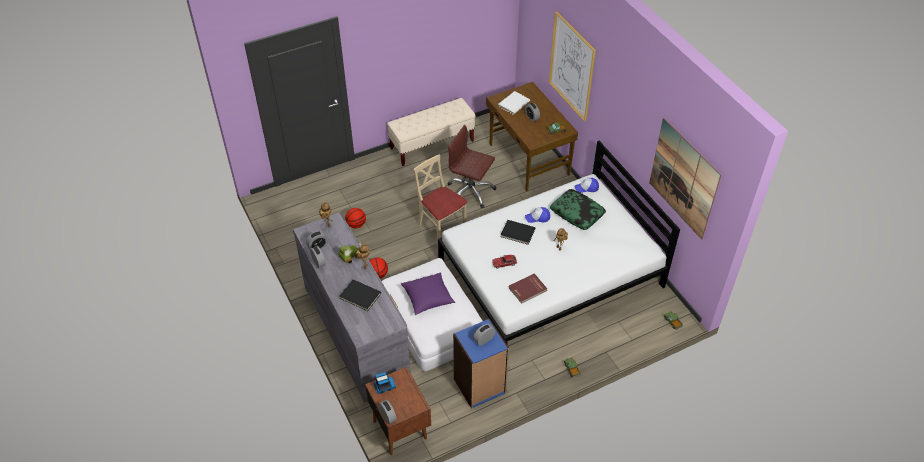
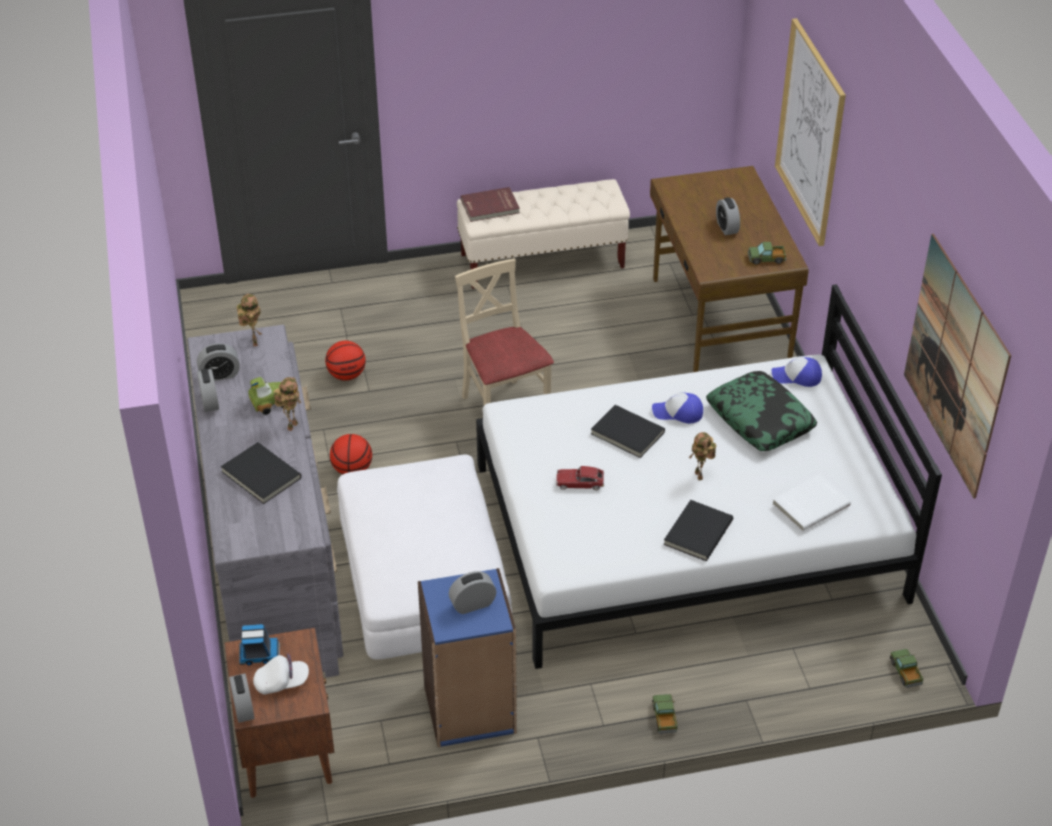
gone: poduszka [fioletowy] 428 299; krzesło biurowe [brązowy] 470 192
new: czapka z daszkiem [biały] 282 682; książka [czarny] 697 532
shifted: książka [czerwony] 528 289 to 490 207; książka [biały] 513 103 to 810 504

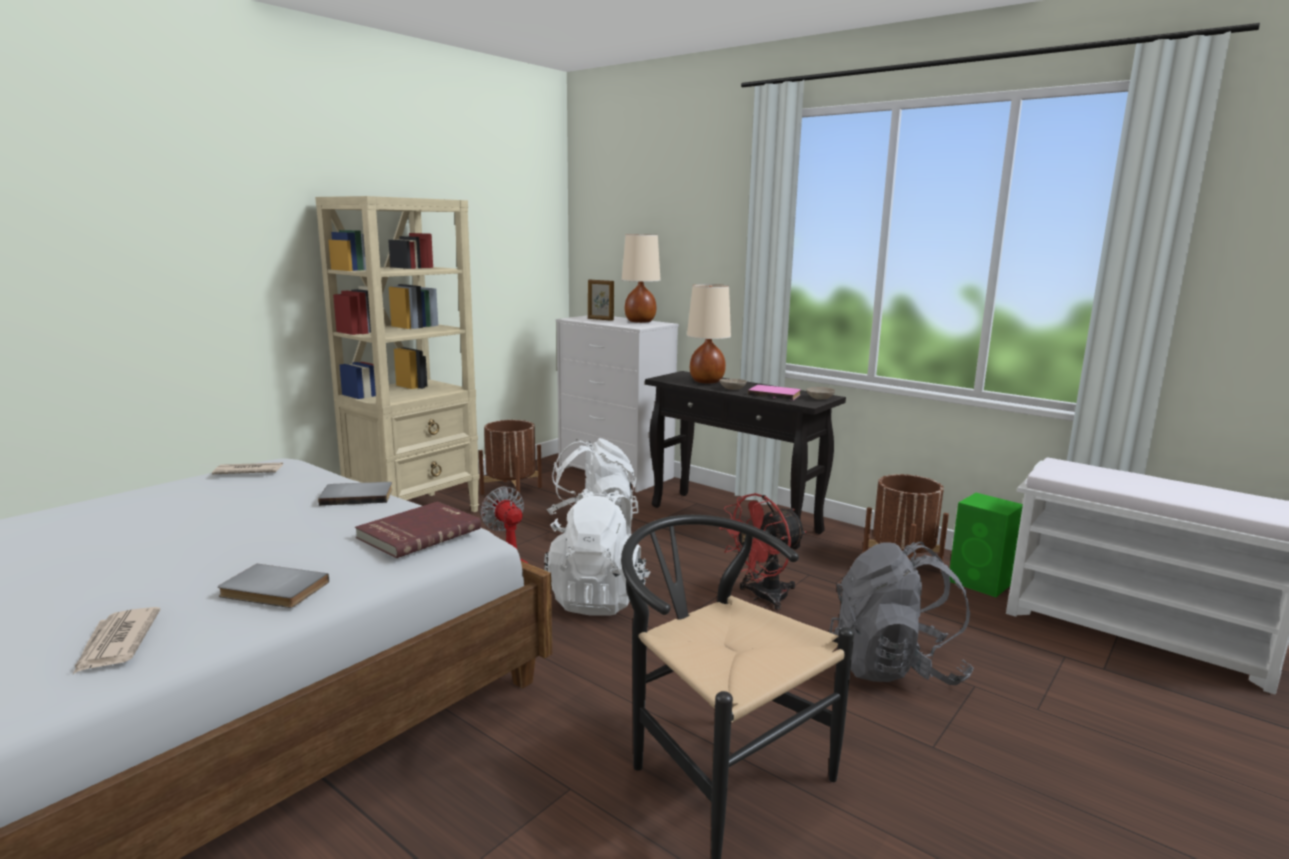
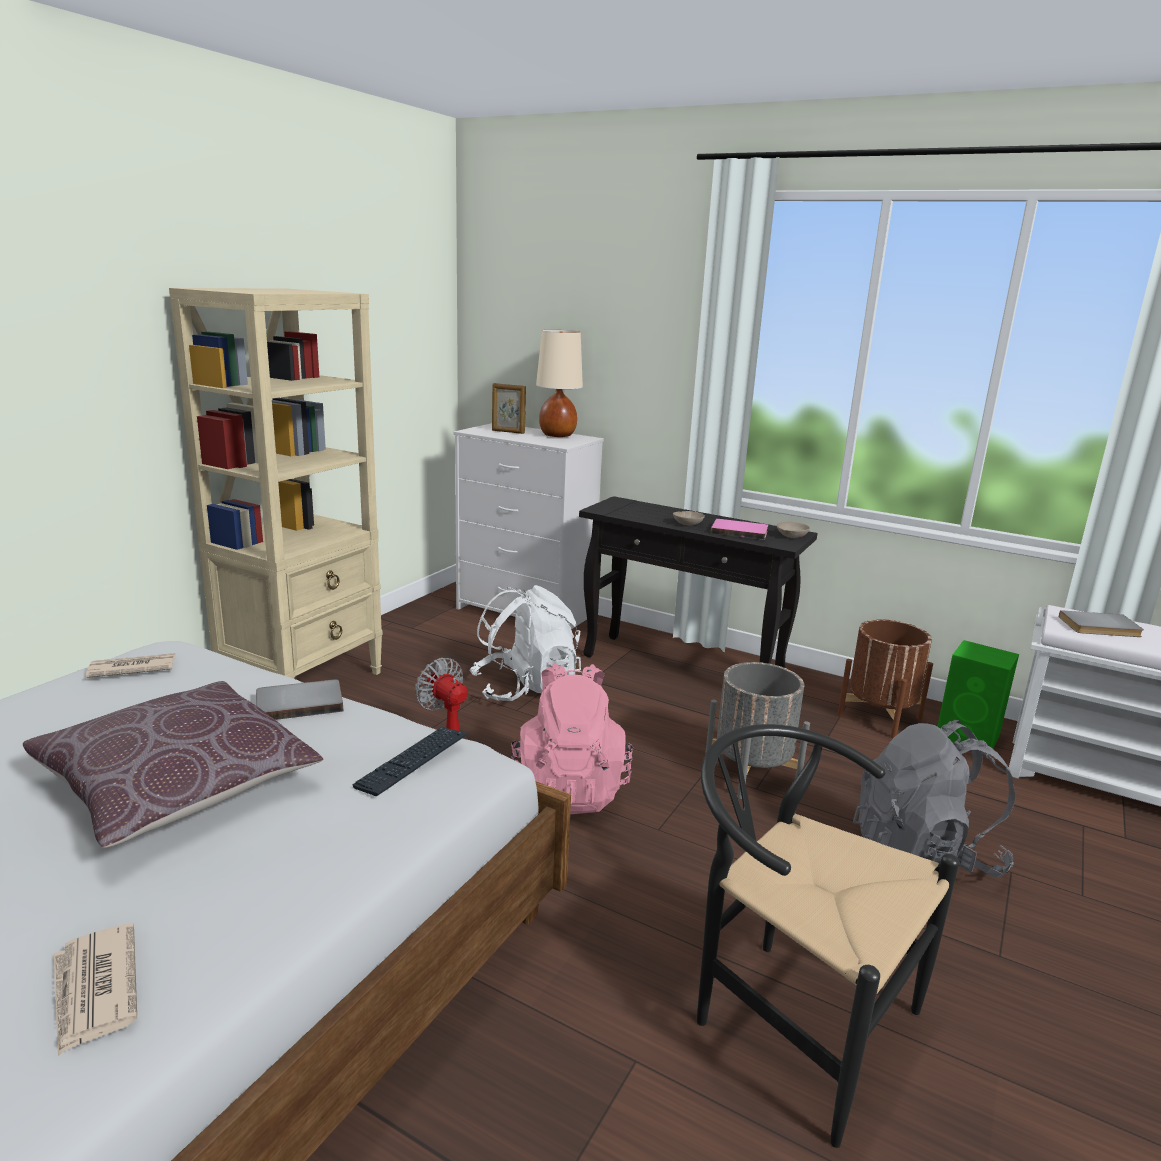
gone: donica [brązowy] 511 490; lampa stołowa [beżowy] 706 381
new: poduszka [brązowy] 177 785
shifted: książka [szary] 272 590 to 1100 627
swapped: książka [czerwony] 418 533 to klawiatura 412 761; wentylator [czerwony] 762 597 to donica [szary] 751 773
repainted: plecak [biały] 598 598 to plecak [różowy] 569 788

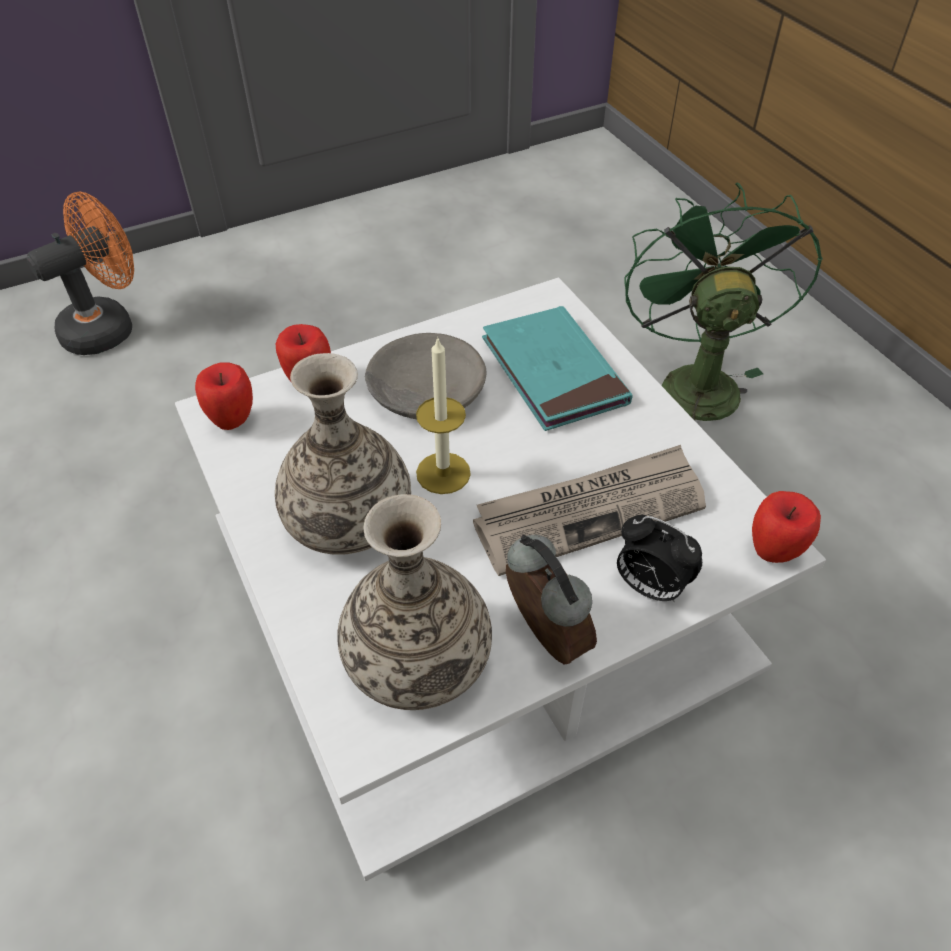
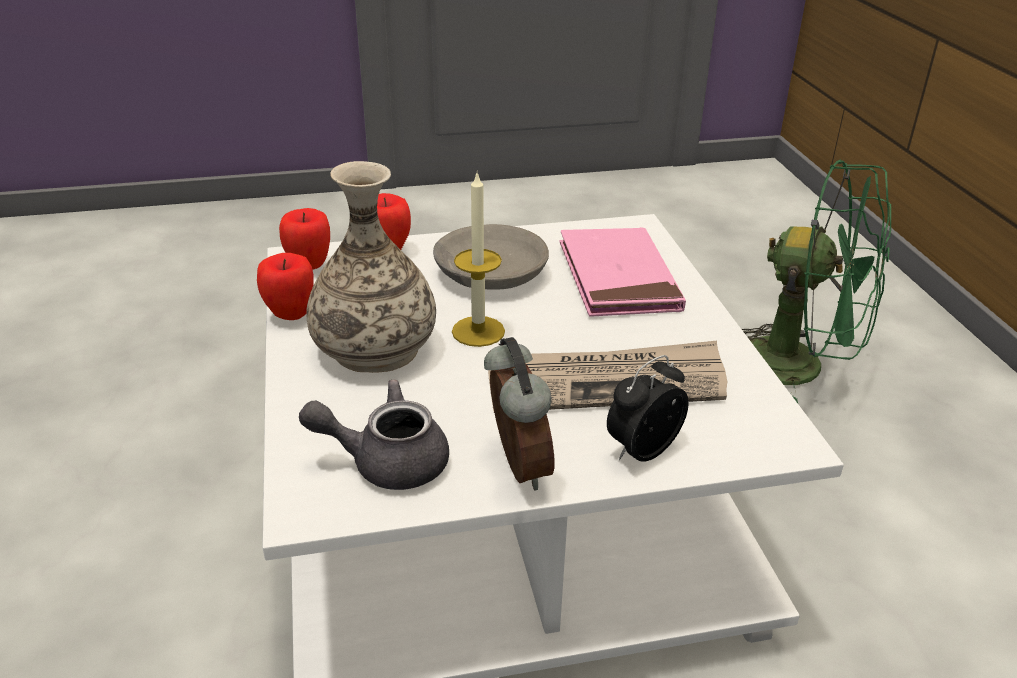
gone: wentylator [pomarańczowy] 108 327
shifted: jabłko 772 553 to 291 316
swapped: wazon 417 661 to imbryk [szary] 386 461
repainted: książka [turkusowy] 553 372 to książka [różowy] 618 278
rotated: budzik 649 586 = 642 449 90 degrees clockwise; wentylator [zielony] 692 381 = 800 367 105 degrees clockwise

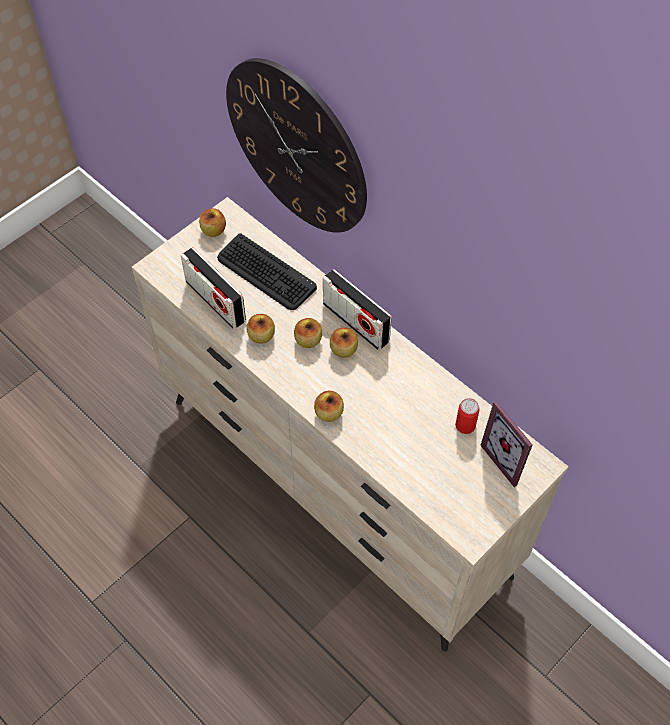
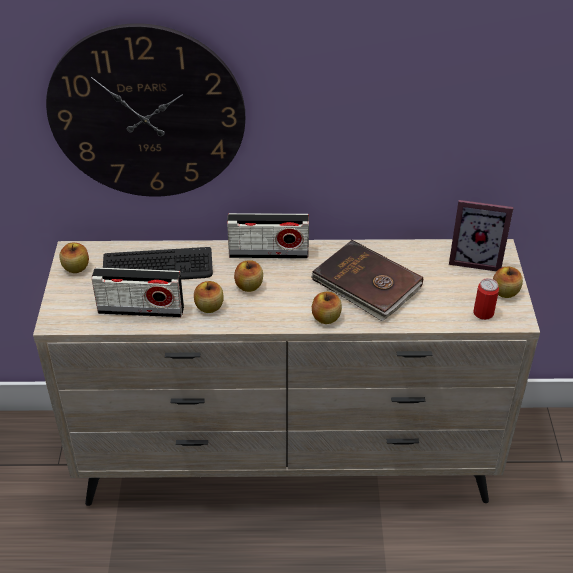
new: książka [brązowy] 366 284
shifted: puszka 465 425 to 483 313; jabłko 343 350 to 505 292

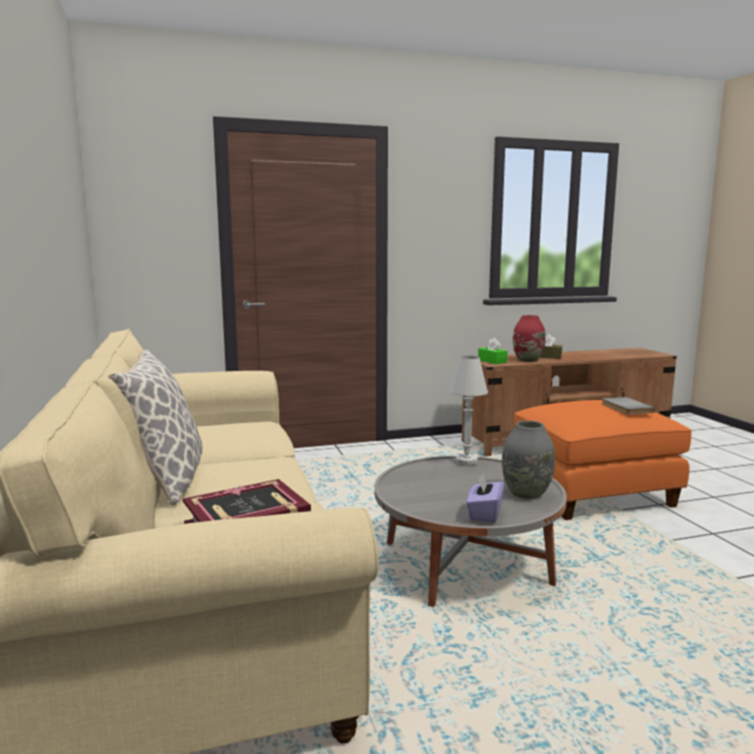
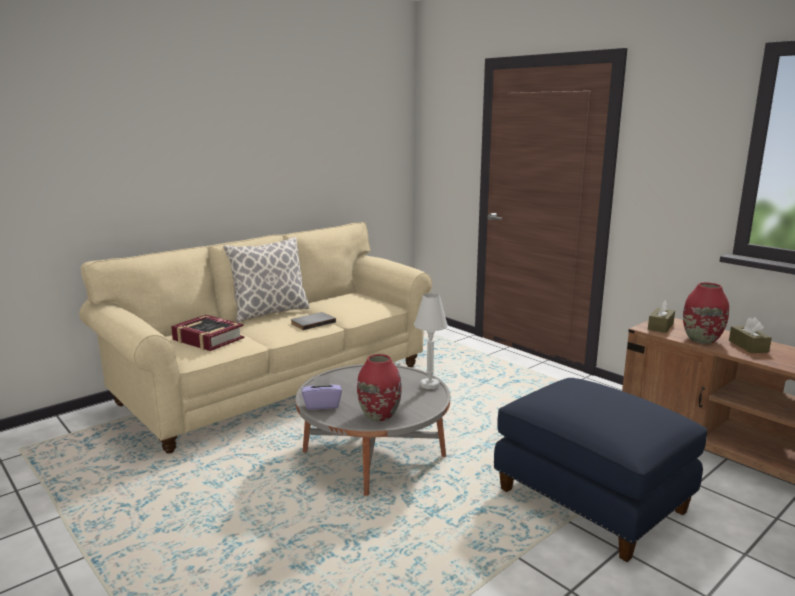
shifted: książka [szary] 625 408 to 312 322
repainted: wazon [szary] 526 493 to wazon [czerwony] 379 415; pufa [pomarańczowy] 592 494 to pufa [niebieski] 592 500; pudełko chusteczek [zielony] 492 361 to pudełko chusteczek [brązowy] 660 326

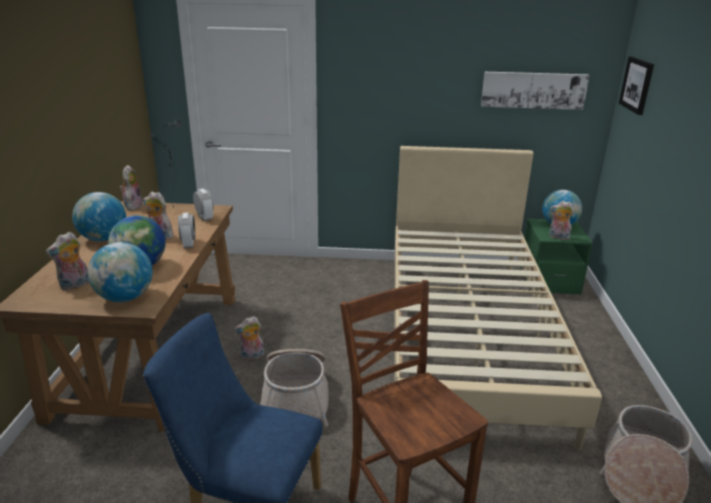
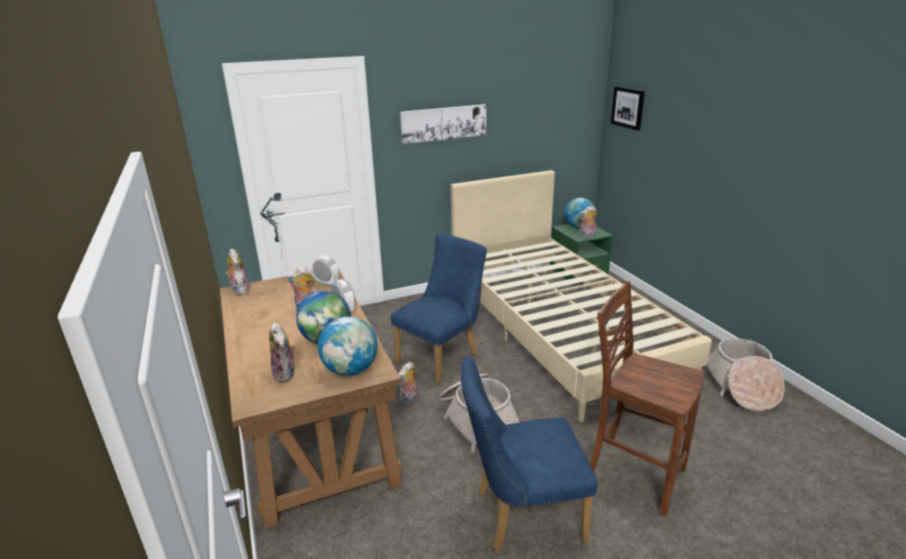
gone: globus 103 239
new: krzesło [niebieski] 442 356
shifted: obraz 533 90 to 443 123
rotated: pluszak 74 285 = 286 374 45 degrees counterclockwise

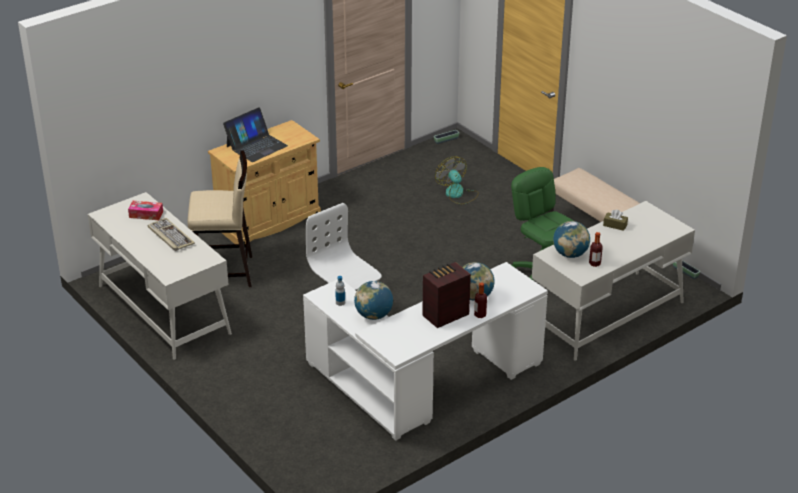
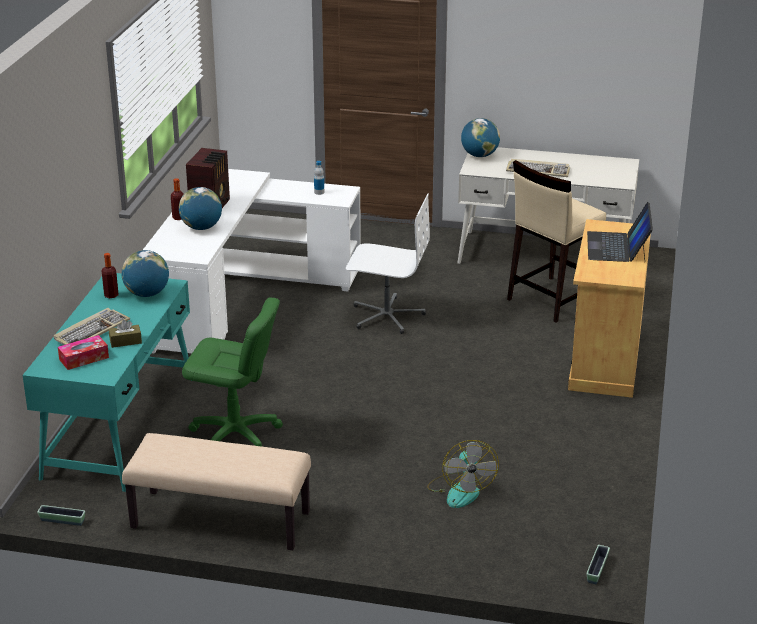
new: klawiatura 91 331
shifted: pudełko chusteczek 146 214 to 84 358; globus 374 315 to 479 155
repainted: biurko [biały] 606 314 to biurko [turkusowy] 121 426
rotated: wentylator 457 194 = 460 490 60 degrees clockwise

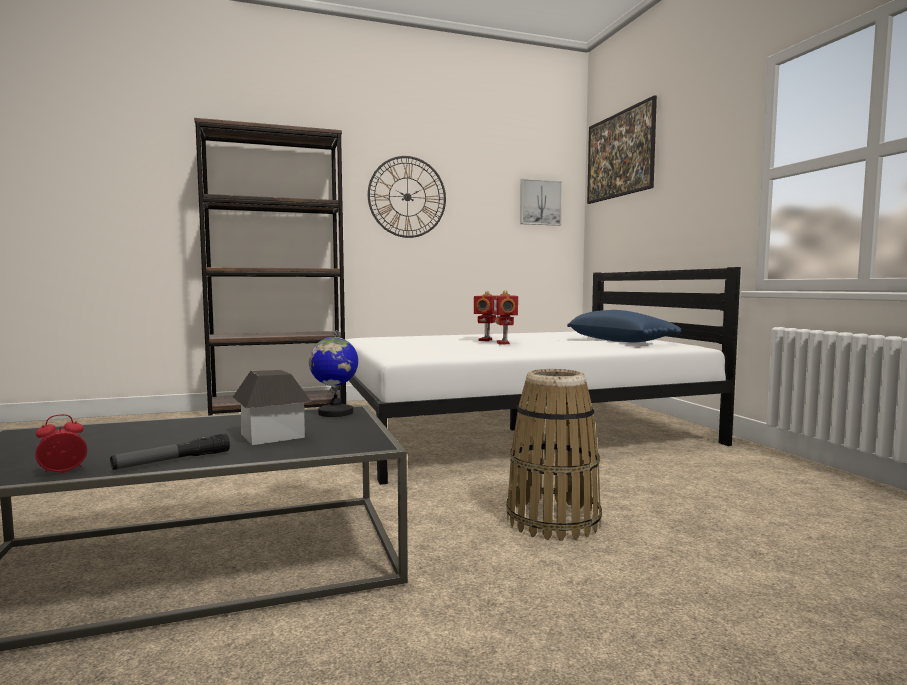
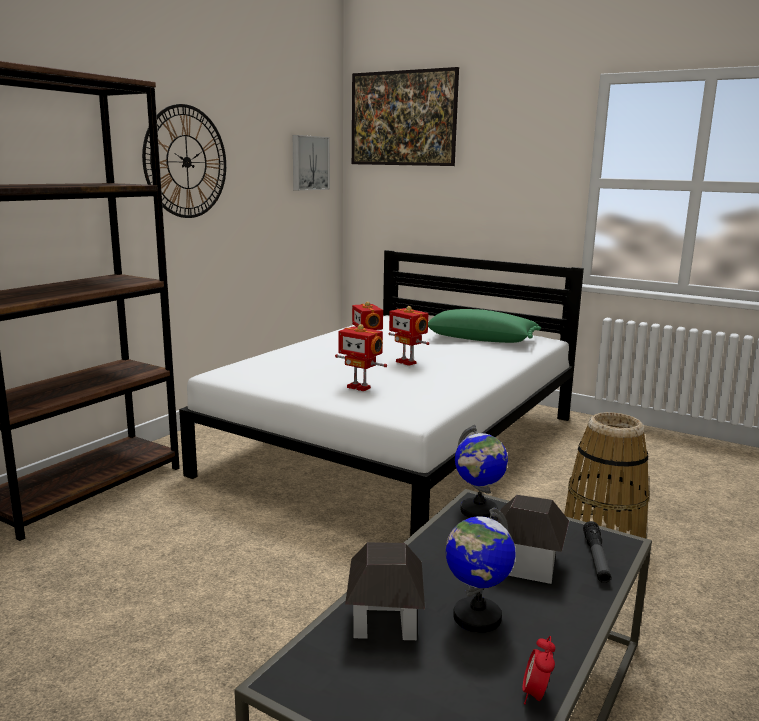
new: robot zabawkowy 359 387; domek 384 621; globus 476 617
shifted: latarka 173 461 to 596 558
repainted: poduszka [niebieski] 620 341 to poduszka [zielony] 481 339

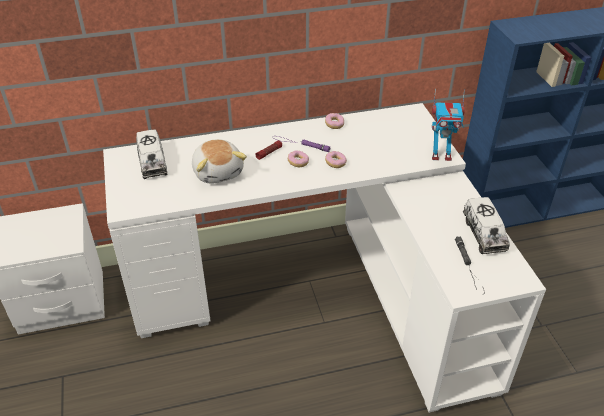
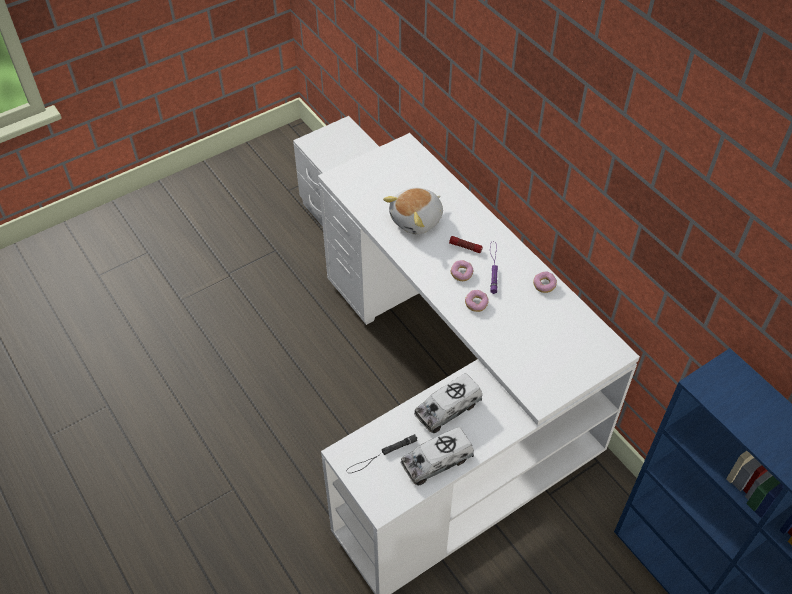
gone: robot zabawkowy 441 155
shifted: ciężarówka zabawkowa 152 162 to 448 409

